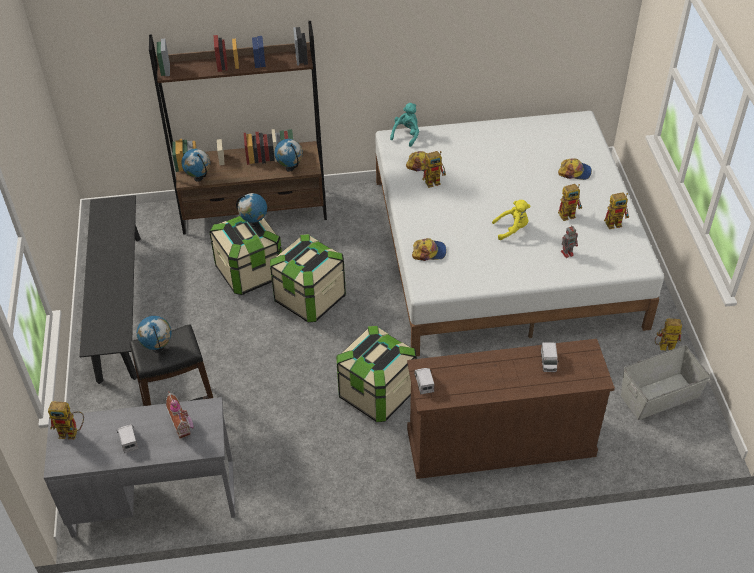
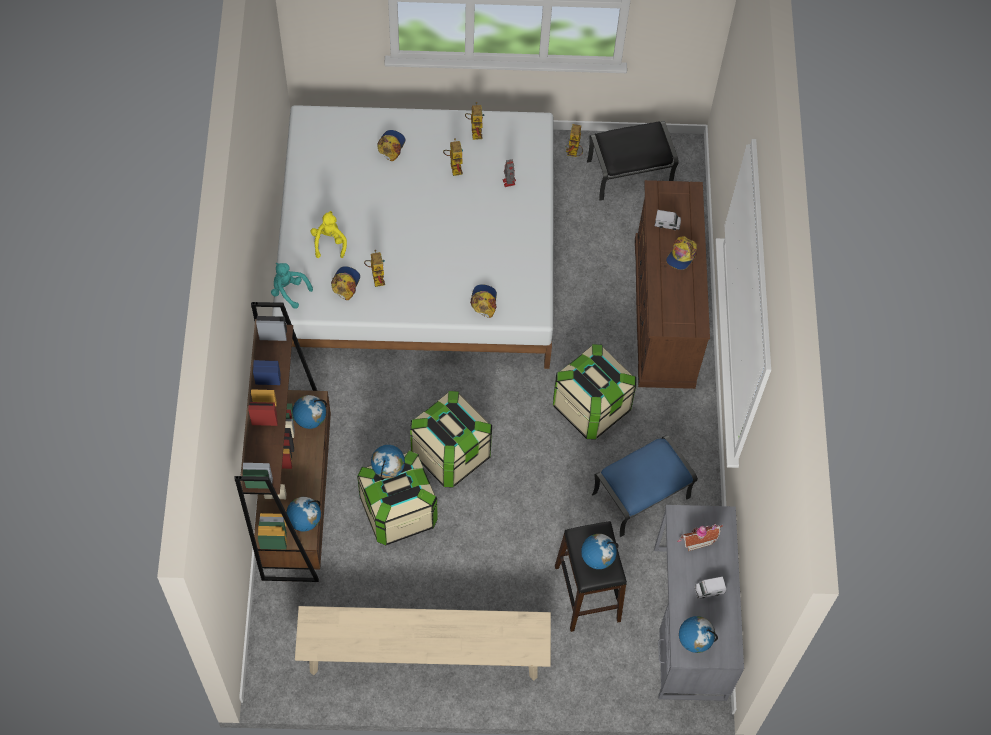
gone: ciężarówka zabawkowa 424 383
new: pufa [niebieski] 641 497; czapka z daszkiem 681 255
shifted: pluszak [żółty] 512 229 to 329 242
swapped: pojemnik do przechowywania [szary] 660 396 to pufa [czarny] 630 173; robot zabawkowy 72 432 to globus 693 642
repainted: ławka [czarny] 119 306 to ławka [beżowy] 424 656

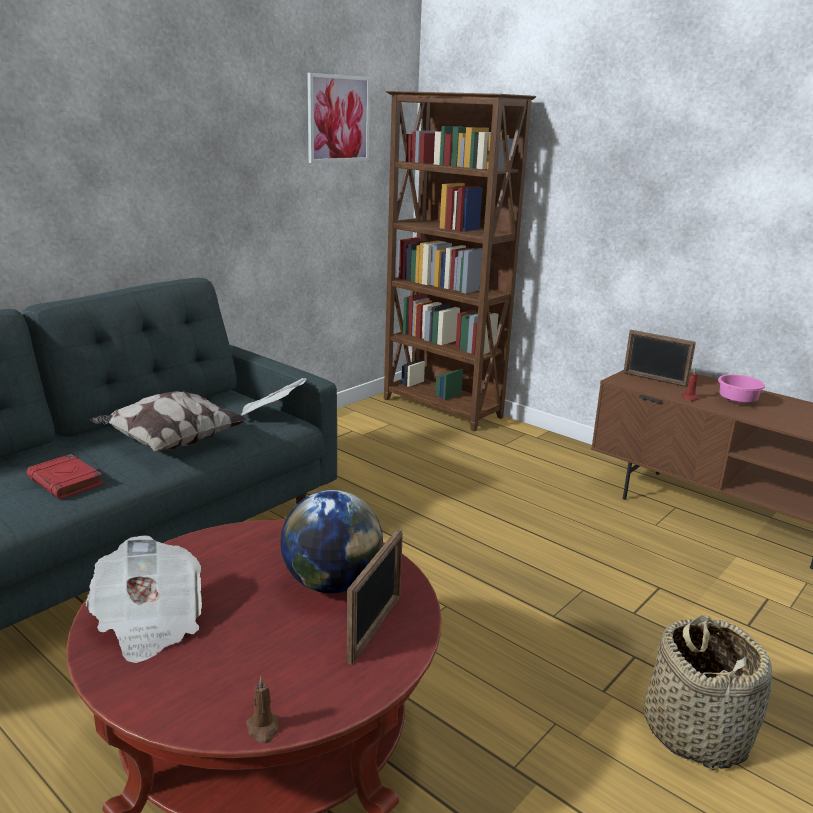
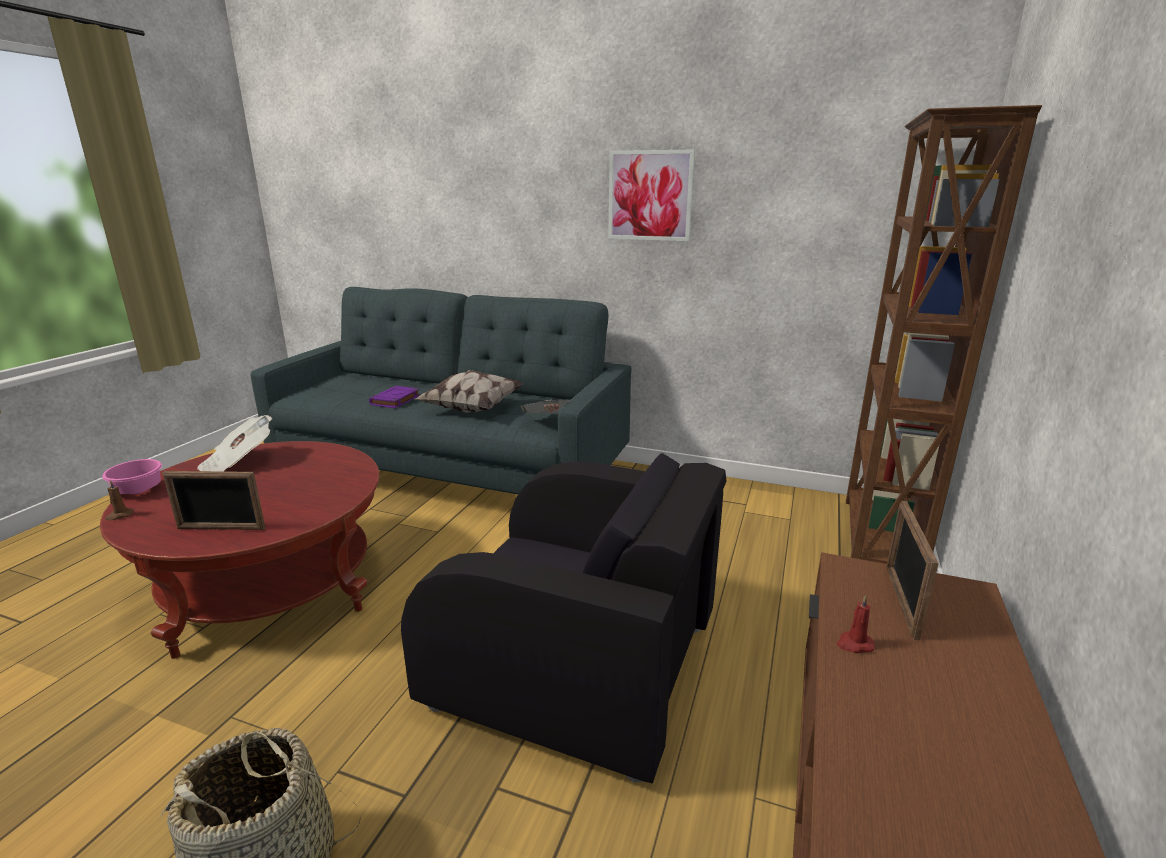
gone: globus 331 583
new: fotel [czarny] 577 665
shifted: miska [różowy] 738 401 to 136 491; obraz 338 119 to 650 196
repainted: książka [czerwony] 66 482 to książka [fioletowy] 395 400

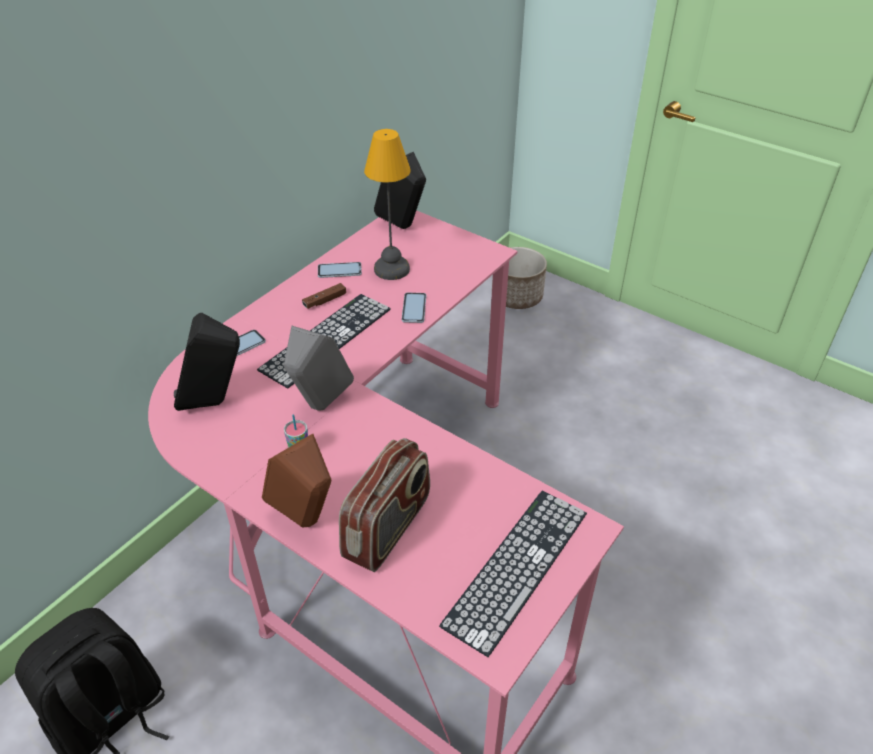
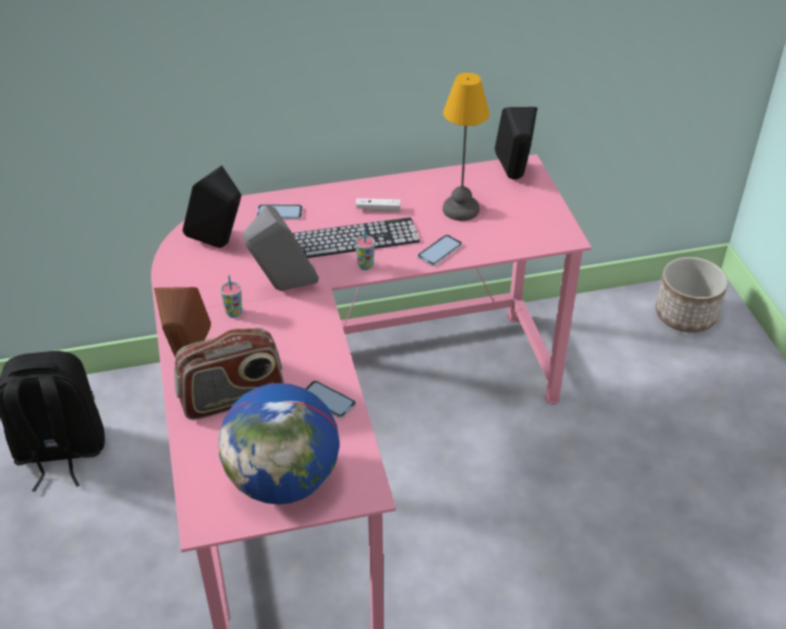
new: filiżanka 365 266
shifted: telefon 339 271 to 328 400
swapped: klawiatura 517 567 to globus 284 481
repainted: pad do gier [brązowy] 324 301 to pad do gier [biały] 378 209

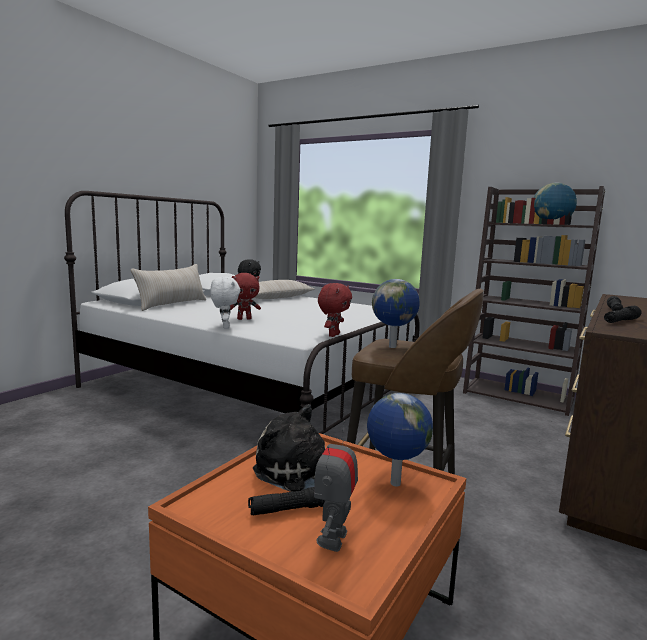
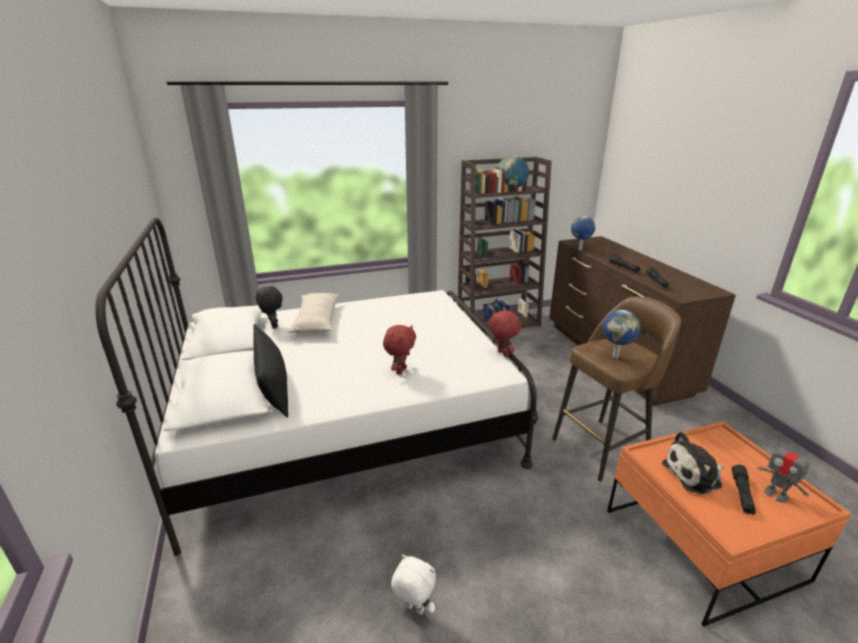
shifted: pluszak [biały] 224 327 to 413 609; globus 394 484 to 580 249
repainted: poduszka [beżowy] 172 304 to poduszka [czarny] 273 388

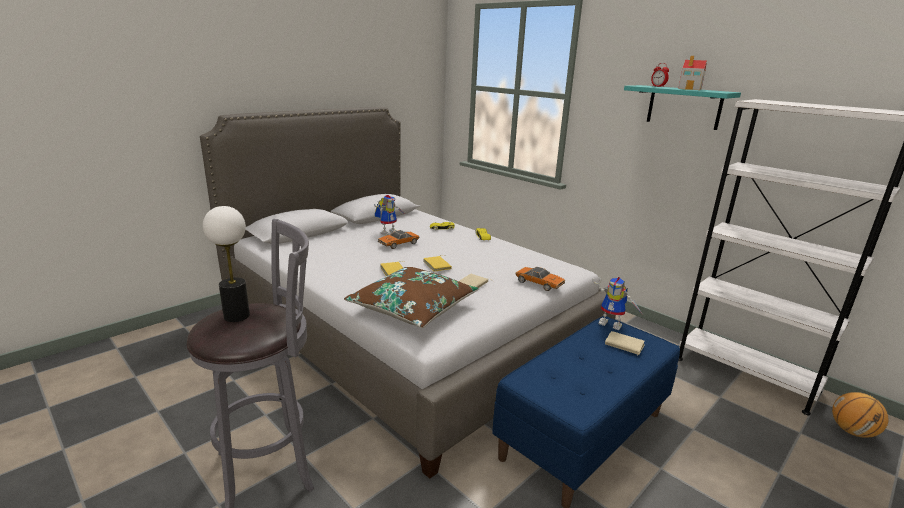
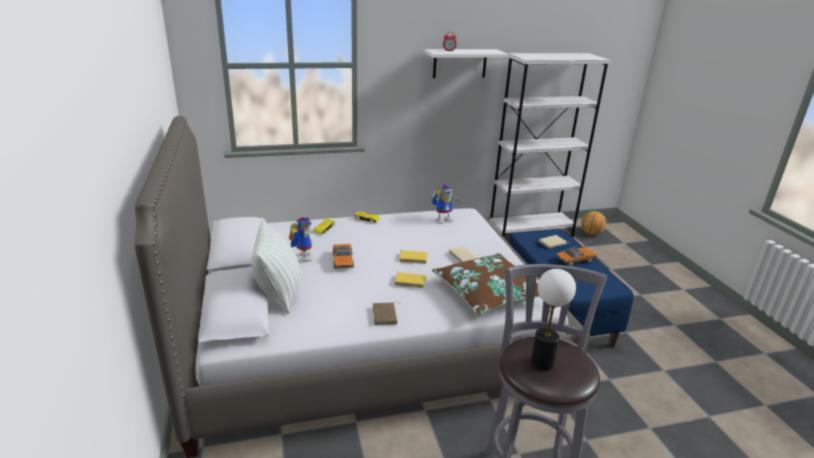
gone: domek 690 89
new: poduszka 279 293; książka [brązowy] 386 315
shifted: robot zabawkowy 613 324 to 443 220; samochodzik 539 283 to 575 260
repainted: półka [turkusowy] 684 107 to półka [biały] 460 63

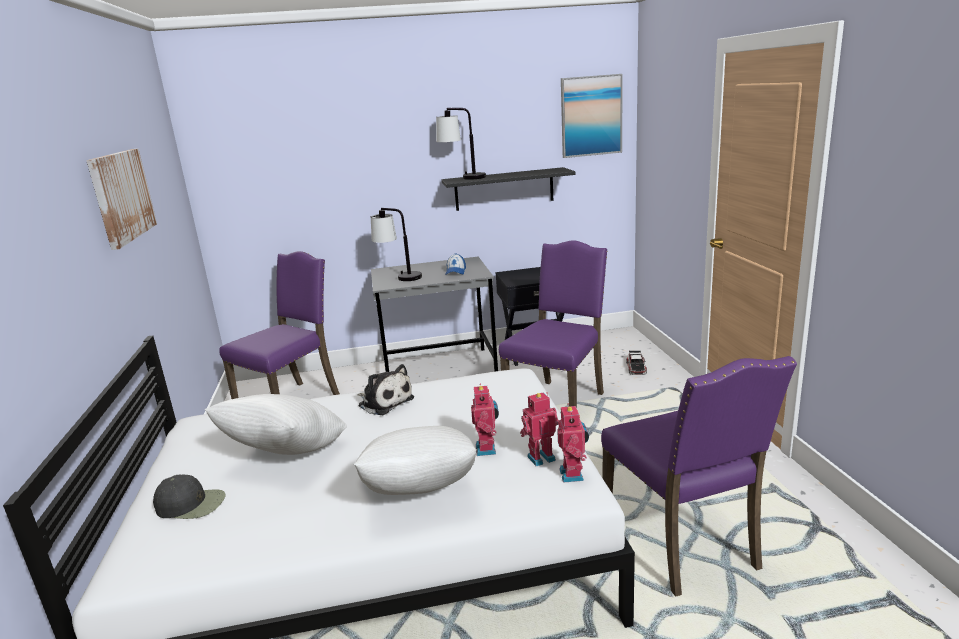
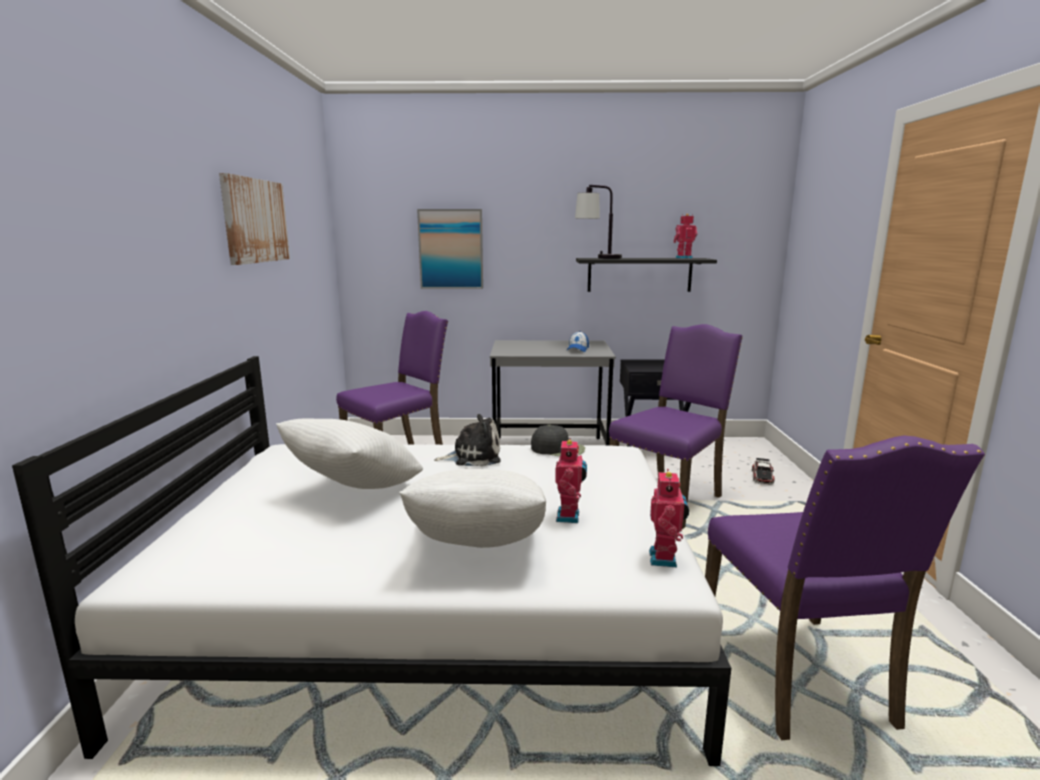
gone: lampa stołowa 399 277
shifted: obraz 591 116 to 451 249; czapka z daszkiem [czarny] 191 504 to 558 449; robot zabawkowy 540 457 to 683 258
rotated: pluszak 384 402 = 473 456 60 degrees counterclockwise

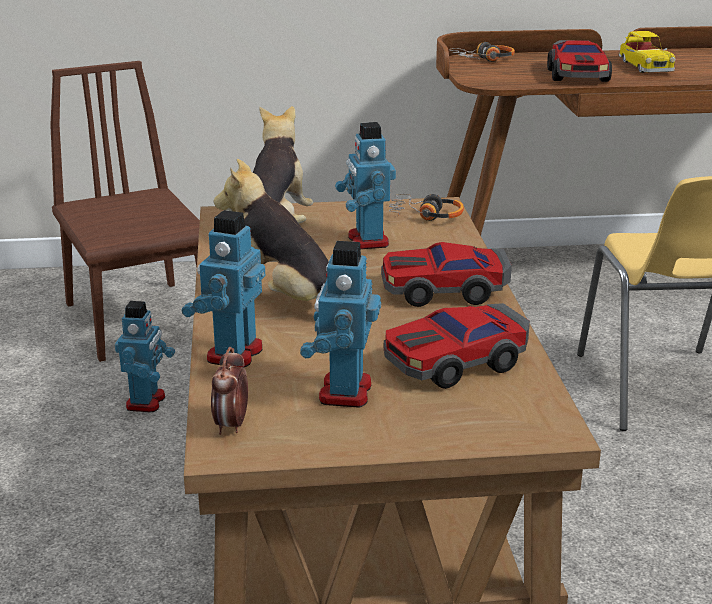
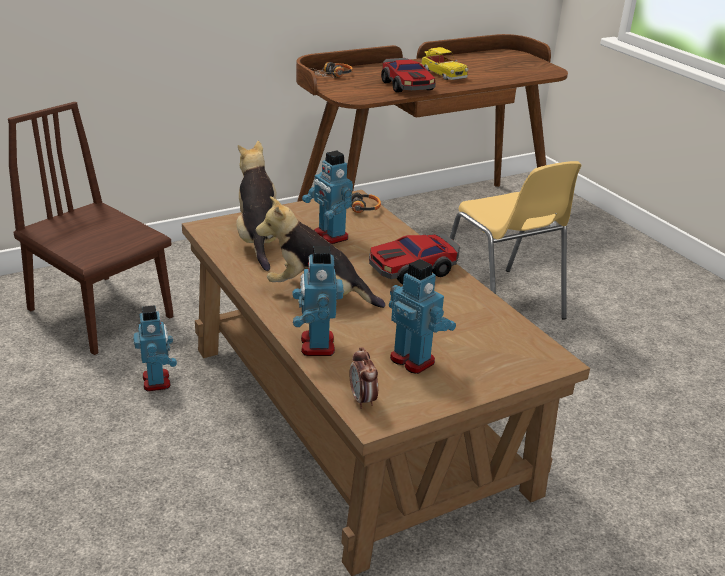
gone: samochodzik 455 362
rotated: robot zabawkowy 343 392 = 413 360 150 degrees clockwise

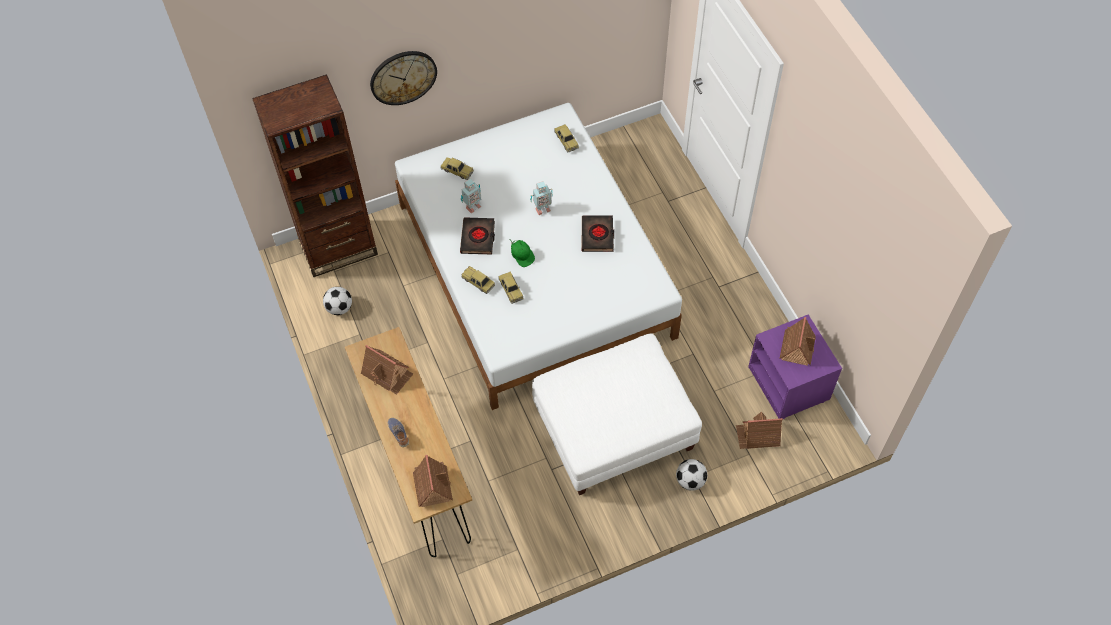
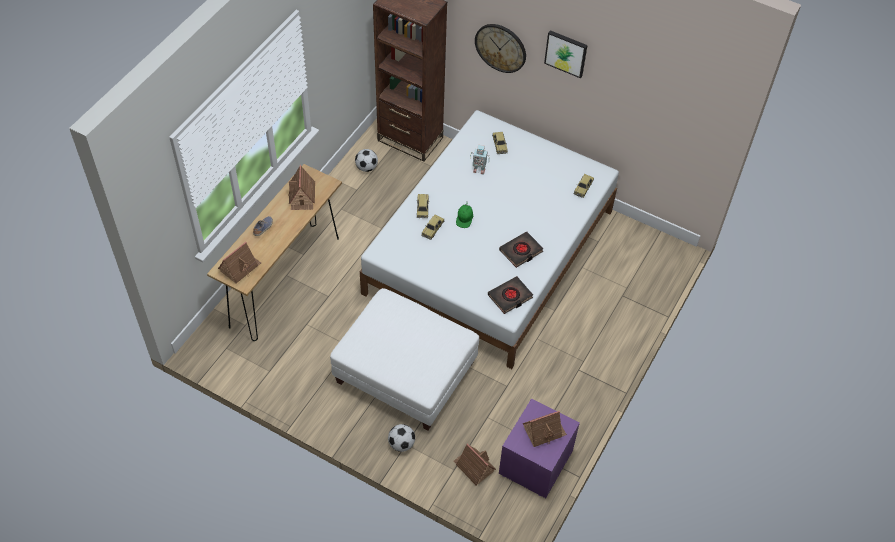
gone: robot zabawkowy 542 209
new: obraz 566 53
shifted: książka [czarny] 478 238 to 510 297

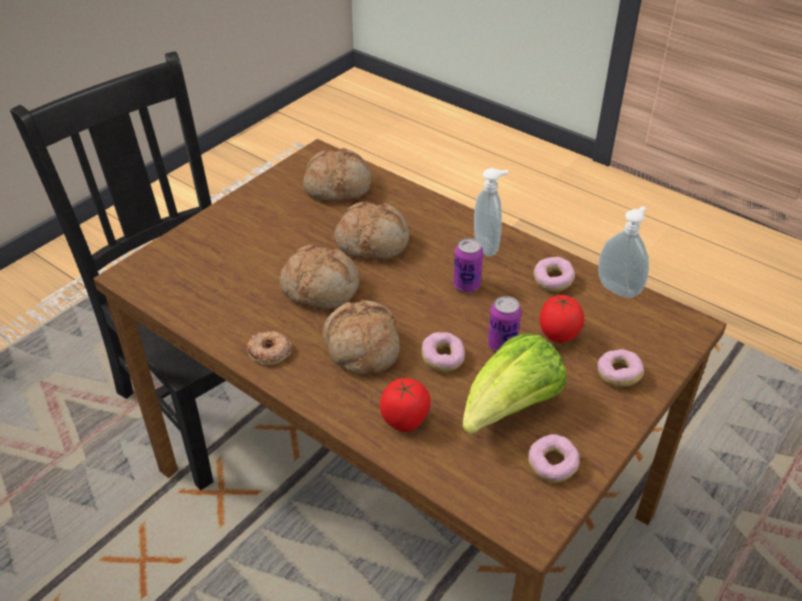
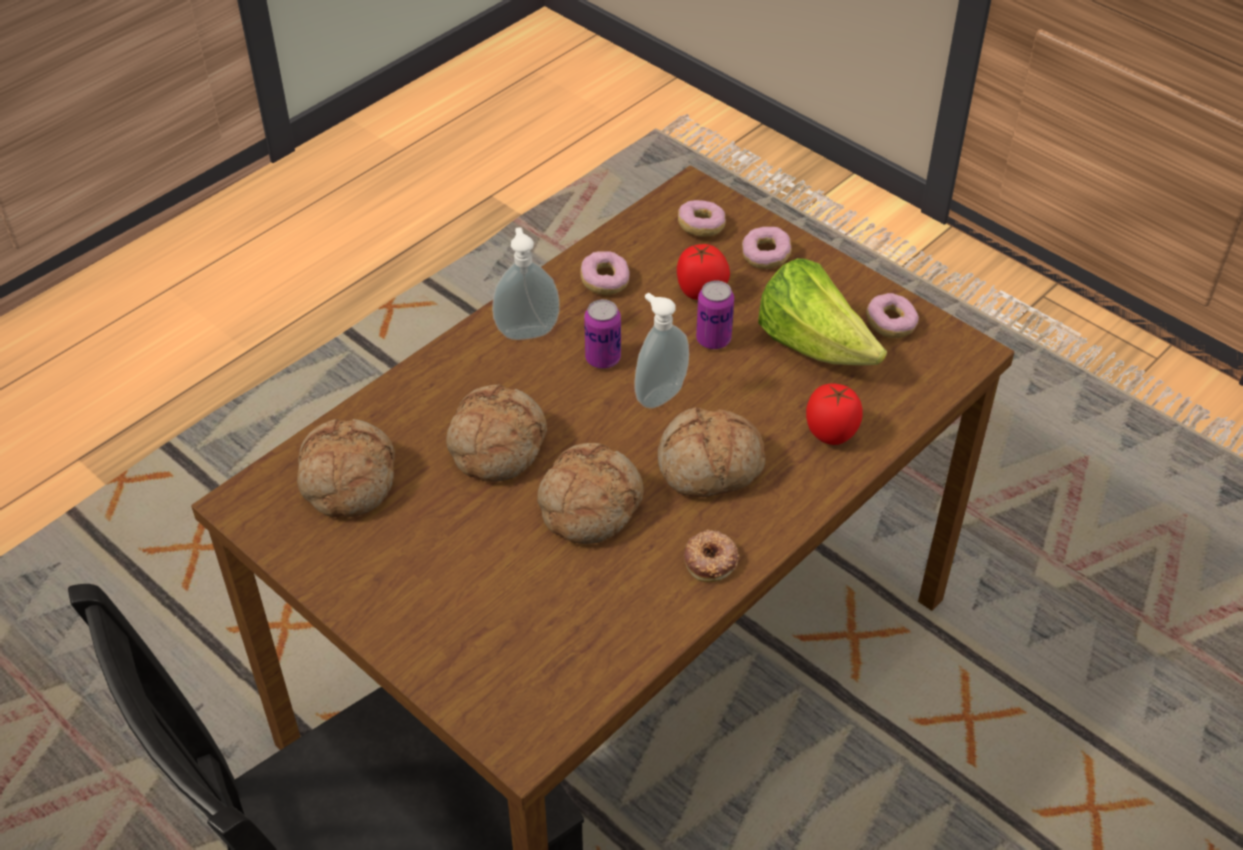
shifted: dozownik mydła 619 288 to 658 394; donut 442 359 to 701 227

